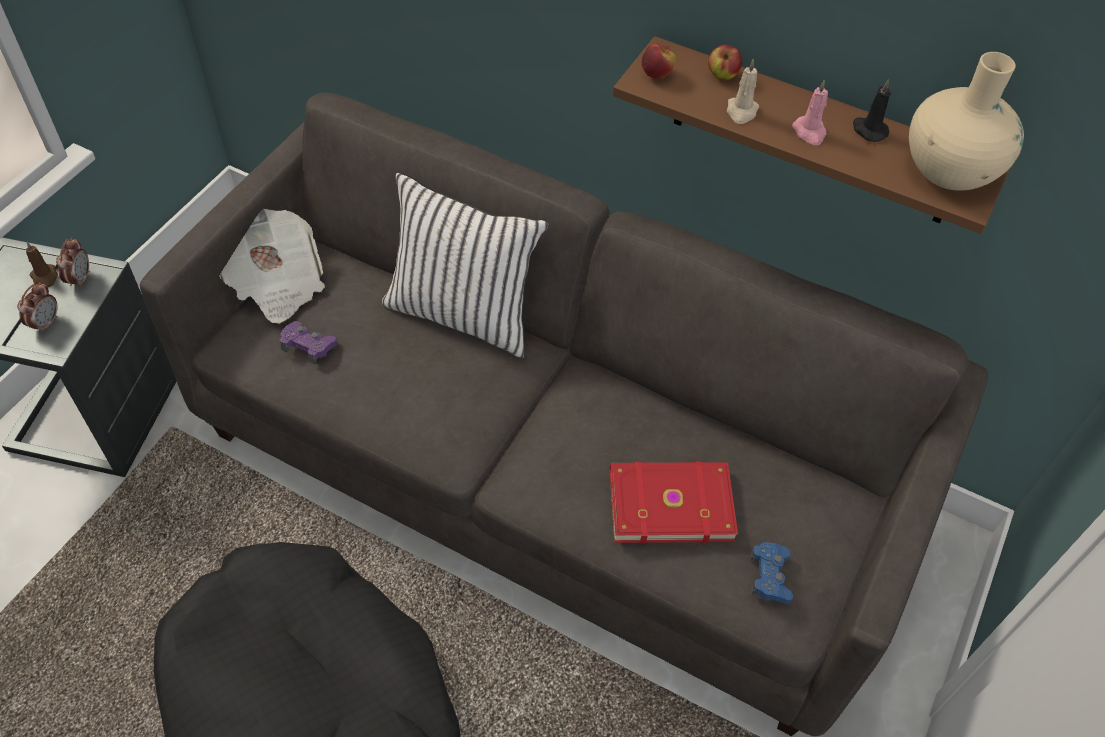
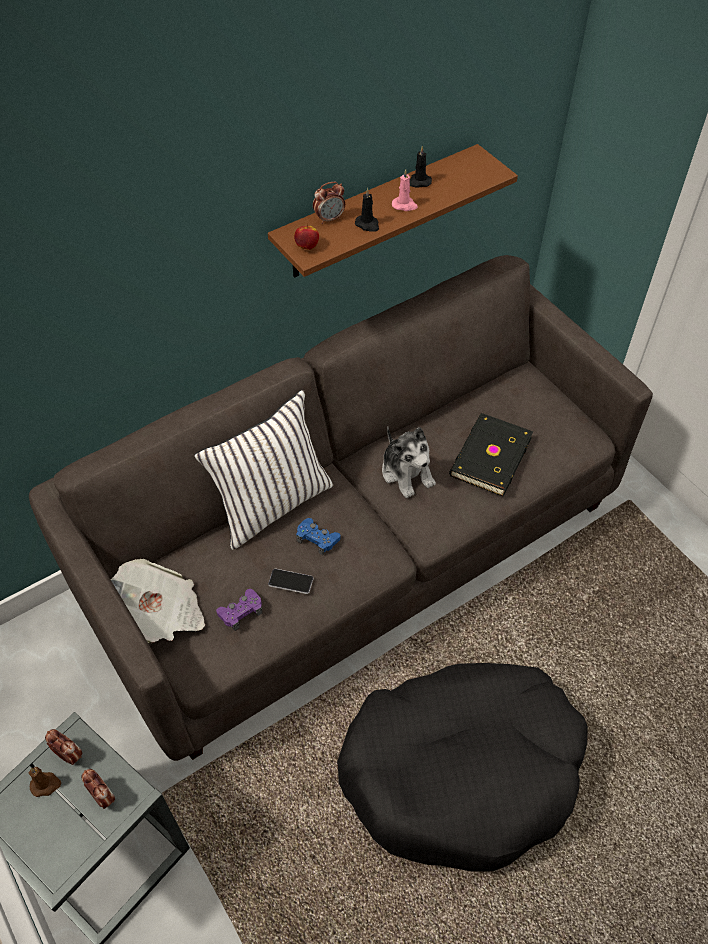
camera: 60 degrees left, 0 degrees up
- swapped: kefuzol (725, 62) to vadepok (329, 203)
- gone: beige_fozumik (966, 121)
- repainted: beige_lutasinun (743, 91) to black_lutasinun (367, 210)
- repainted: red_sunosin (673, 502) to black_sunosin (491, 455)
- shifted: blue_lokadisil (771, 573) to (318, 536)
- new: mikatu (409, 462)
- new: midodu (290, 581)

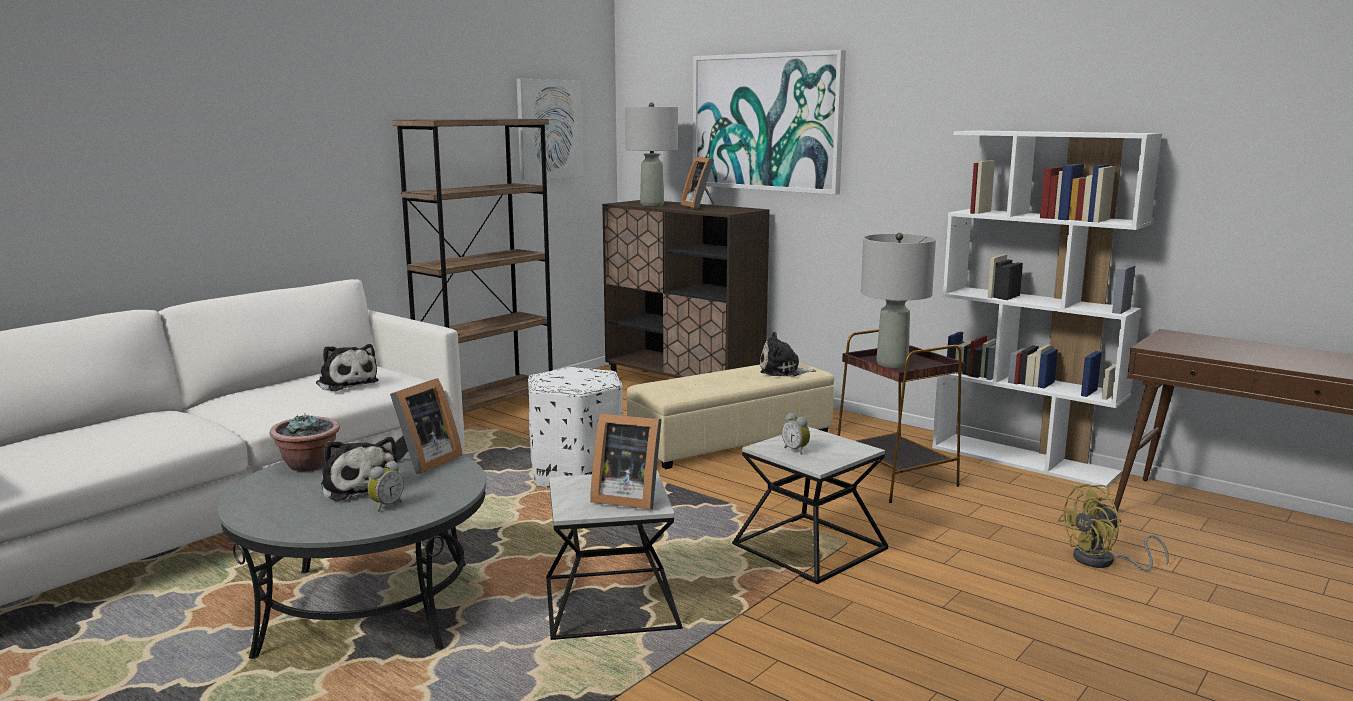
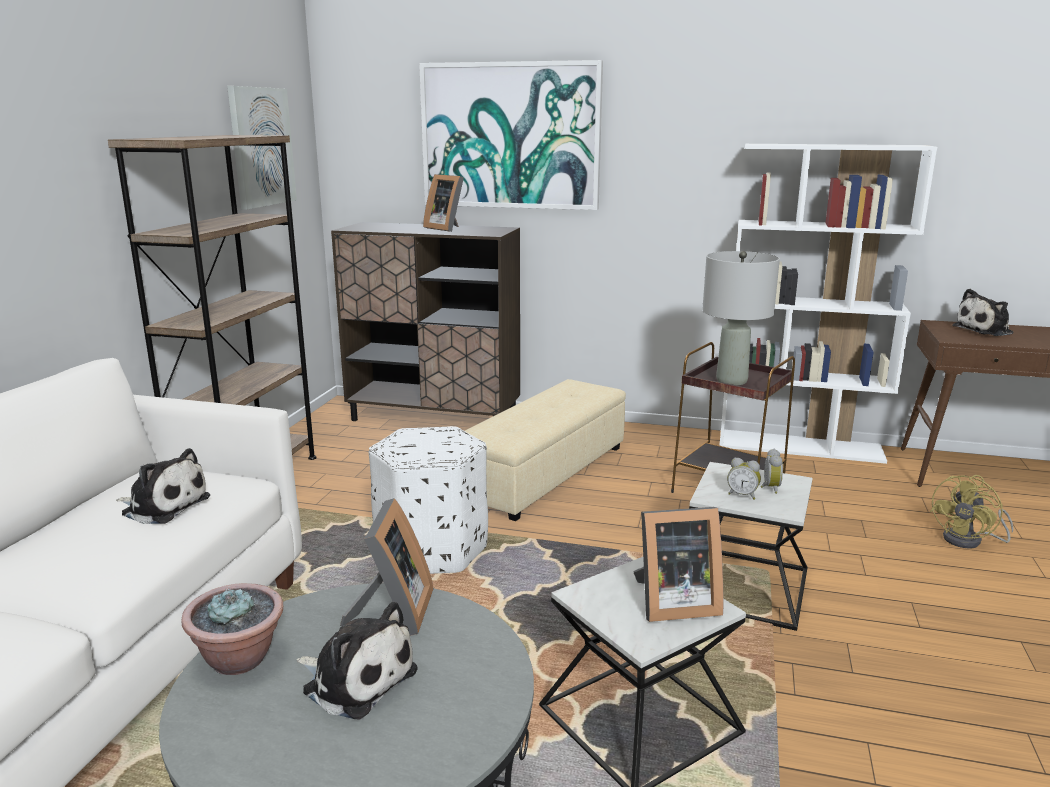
camera: 25 degrees left, 5 degrees up
- gone: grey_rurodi (651, 154)
- shifted: mikatu (788, 354) to (982, 312)
- shifted: vadepok (386, 486) to (772, 471)

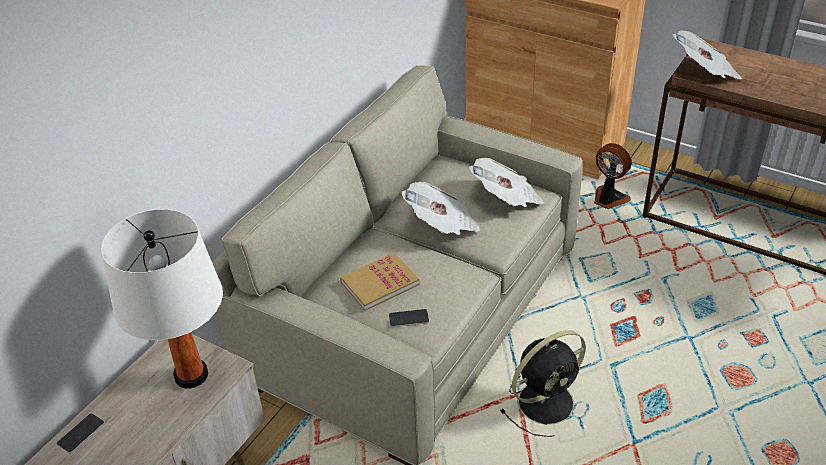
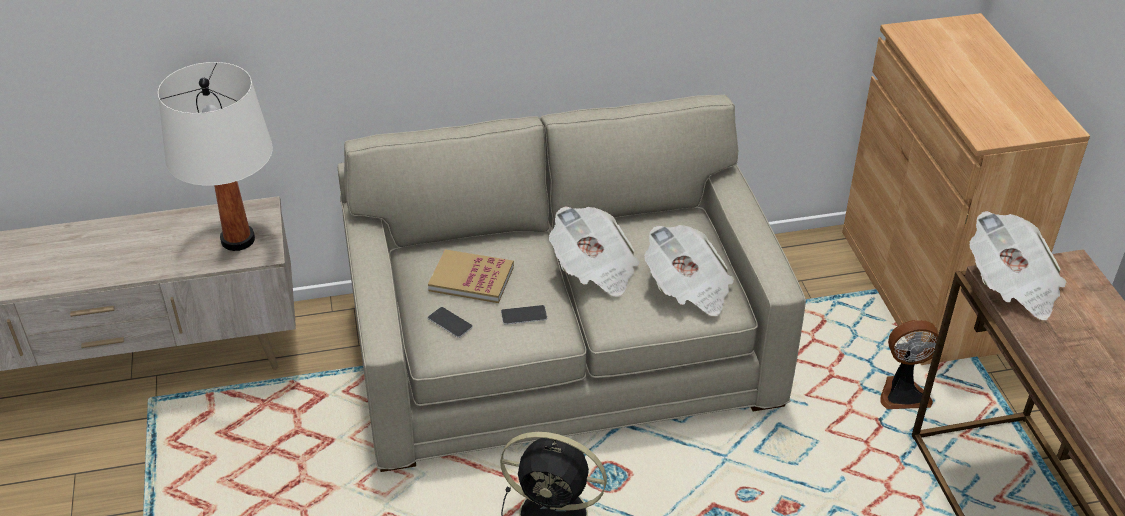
camera: 45 degrees right, 0 degrees up
- rotated: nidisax (613, 176) = (909, 364) 90 degrees clockwise
- shifted: midodu (80, 433) to (524, 315)

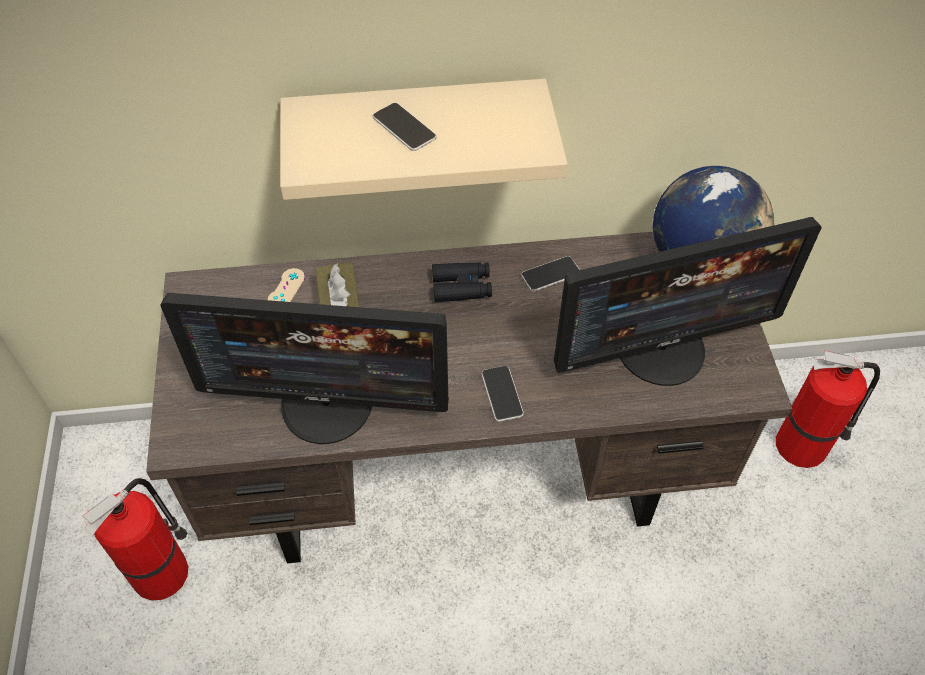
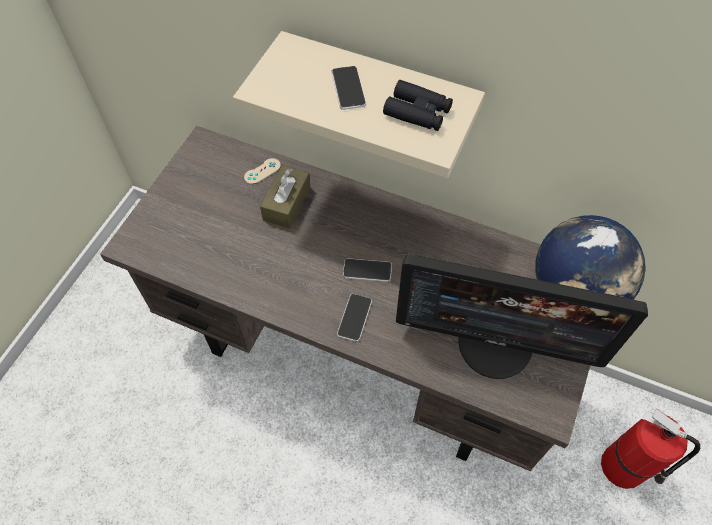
camera: 30 degrees right, 5 degrees up
- shifted: midodu (550, 274) to (367, 270)
- shifted: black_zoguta (462, 282) to (418, 105)
- gone: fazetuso (304, 368)
- gone: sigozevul (136, 539)

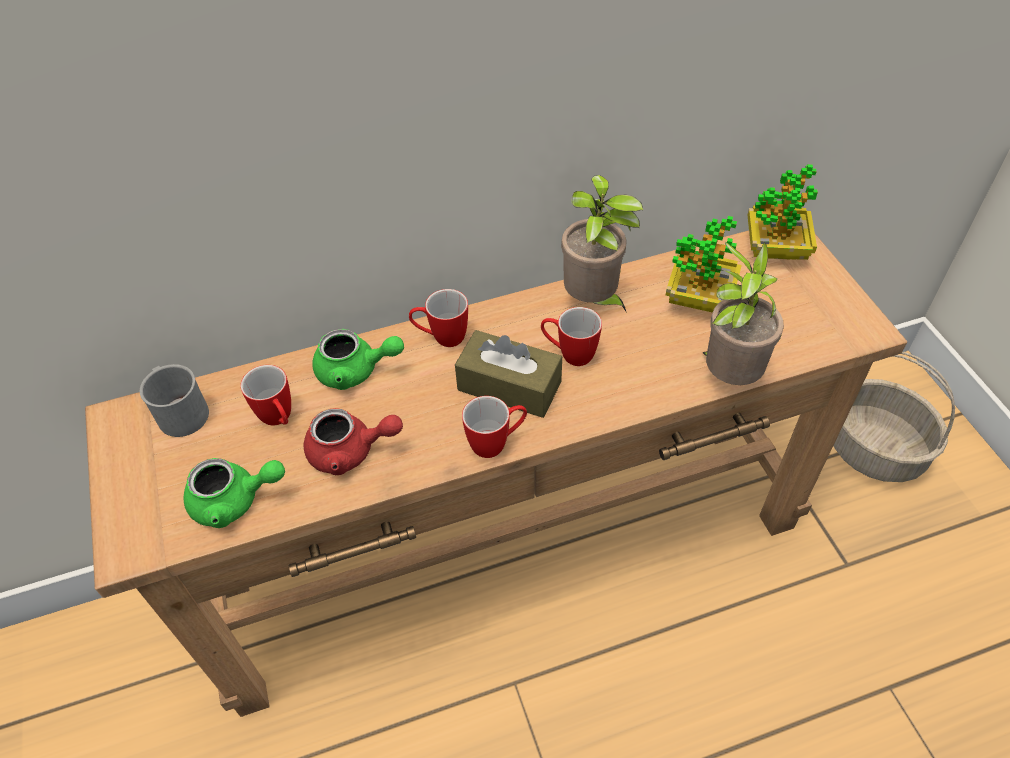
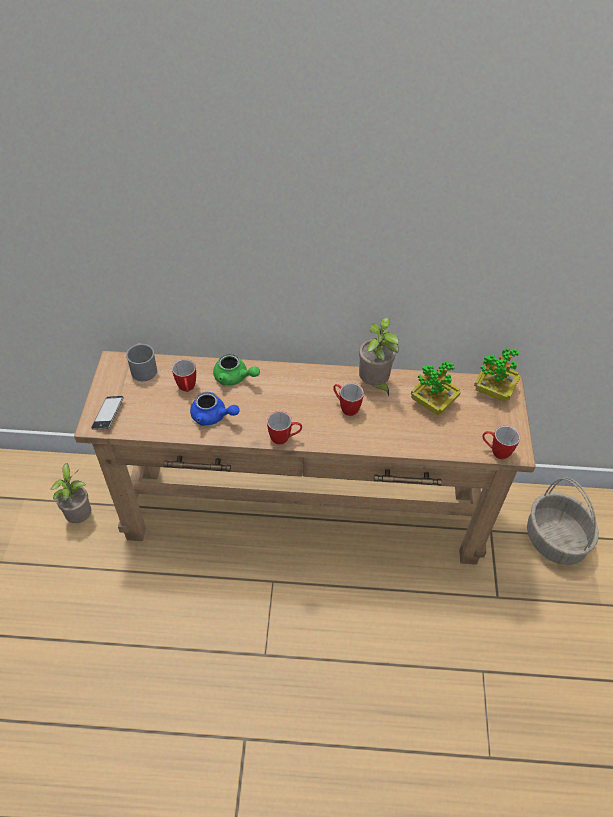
camera: 20 degrees right, 0 degrees up
- shifted: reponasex (743, 313) to (70, 493)
- shifted: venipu (438, 318) to (501, 442)
- gone: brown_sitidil (508, 374)
- repainted: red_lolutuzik (353, 441) to blue_lolutuzik (215, 409)
- gone: green_lolutuzik (234, 493)
- new: midodu (107, 413)

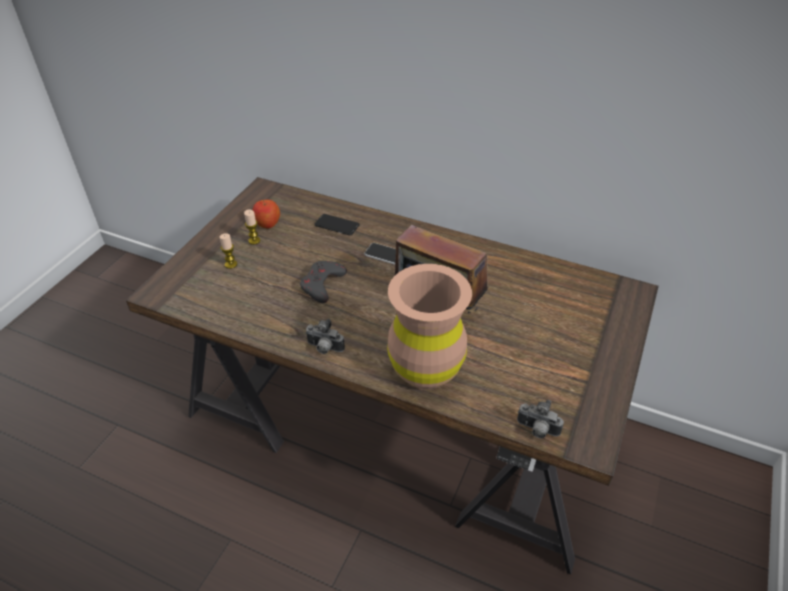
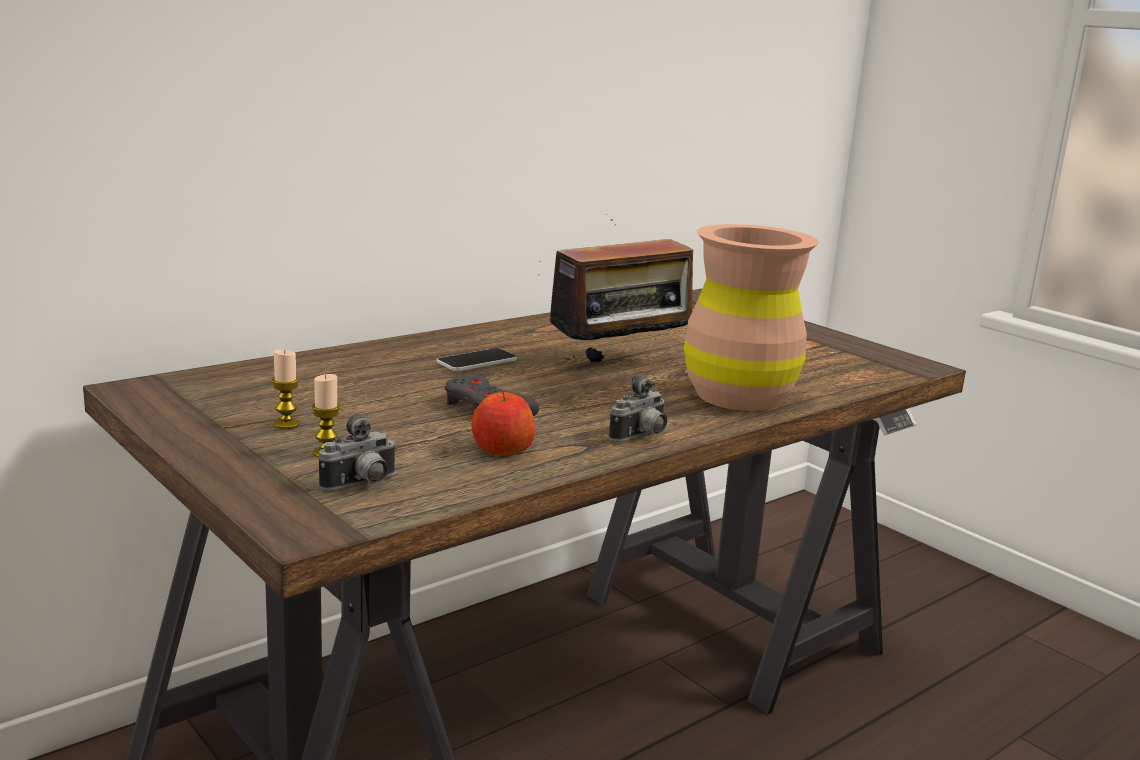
camera: 65 degrees left, 25 degrees down
- shifted: kefuzol (266, 214) to (503, 422)
- gone: midodu (337, 224)
- shifted: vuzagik (540, 419) to (358, 452)

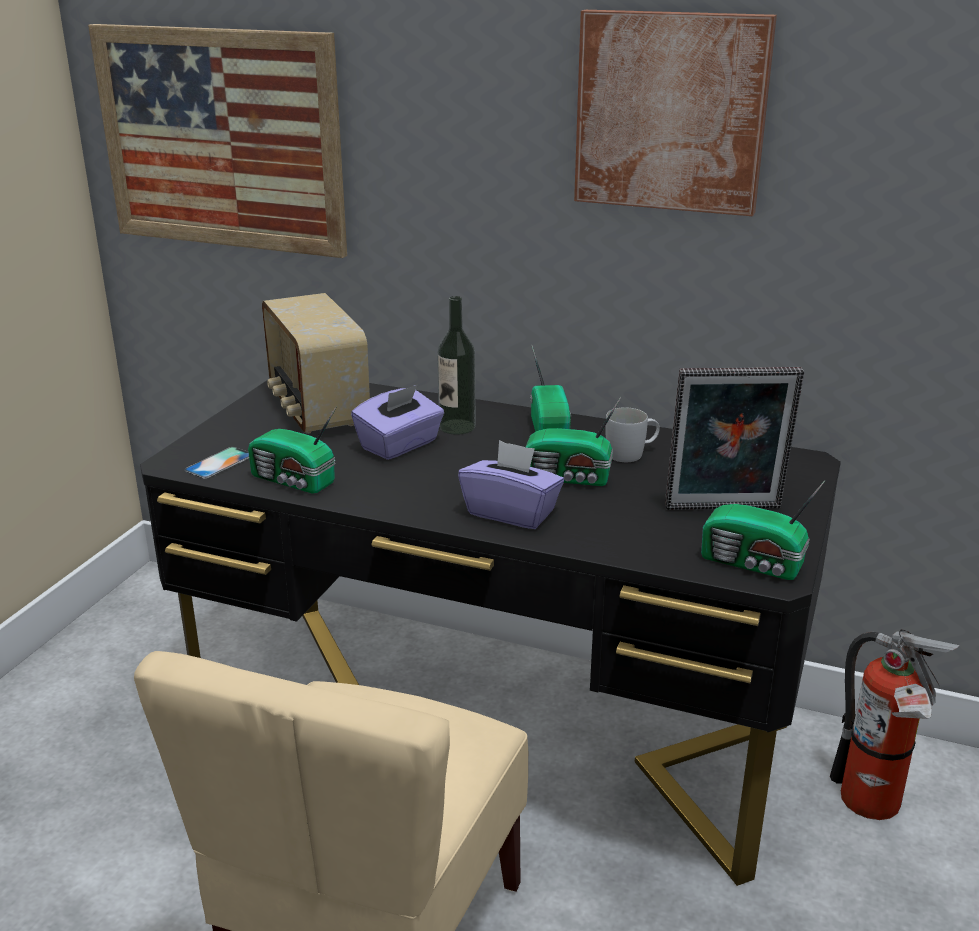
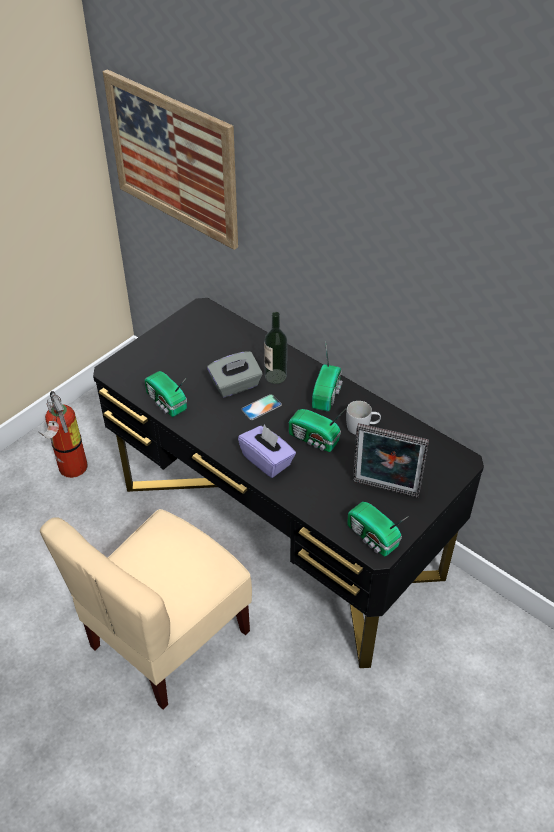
camera: 20 degrees right, 20 degrees up
- gone: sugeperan (675, 113)
- gone: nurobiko (316, 363)
- repainted: purple_sitidil (397, 422) to grey_sitidil (235, 374)
- shifted: midodu (216, 463) to (261, 407)
- shifted: sigozevul (894, 724) to (63, 434)

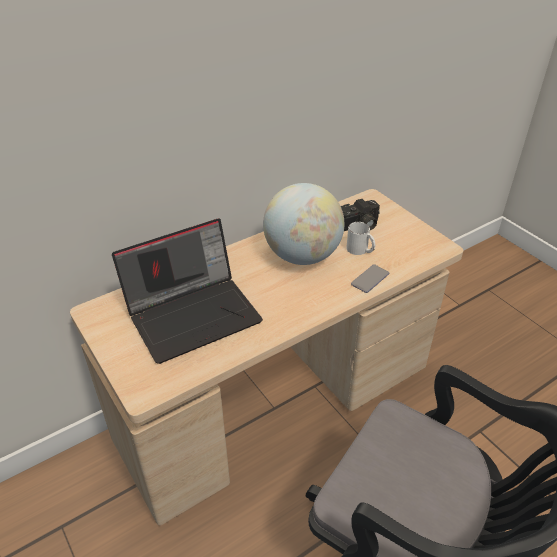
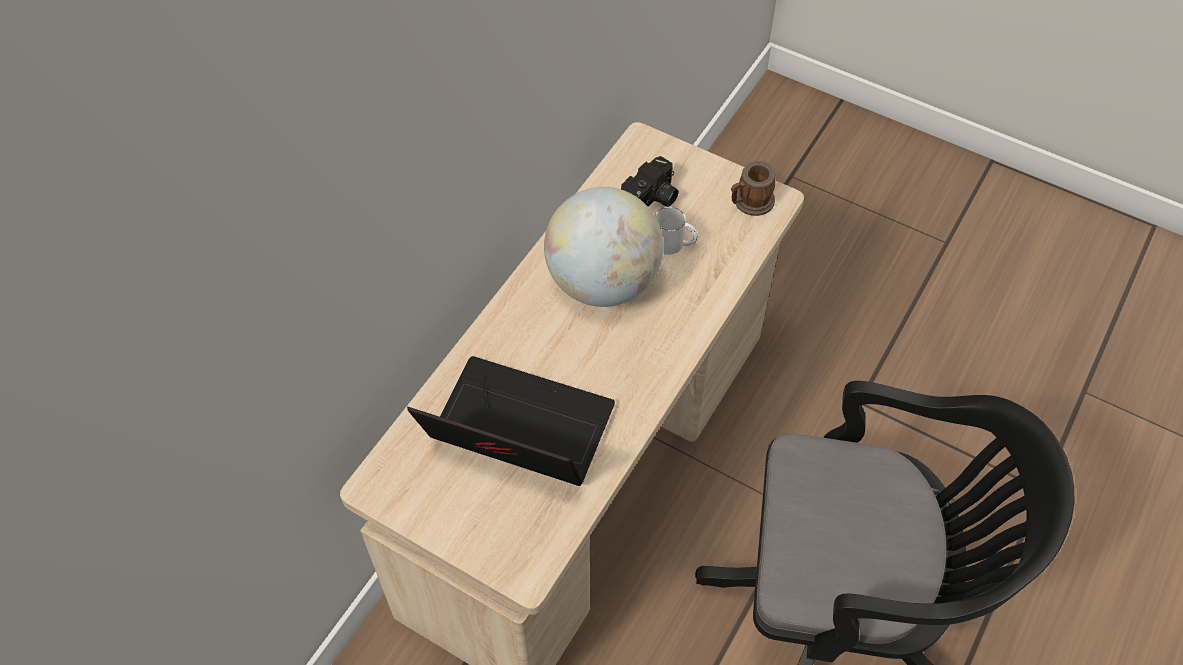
camera: 25 degrees left, 15 degrees up
- rotated: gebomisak (187, 291) = (511, 421) 105 degrees counterclockwise
- gone: midodu (370, 278)
- new: venipu (753, 188)

